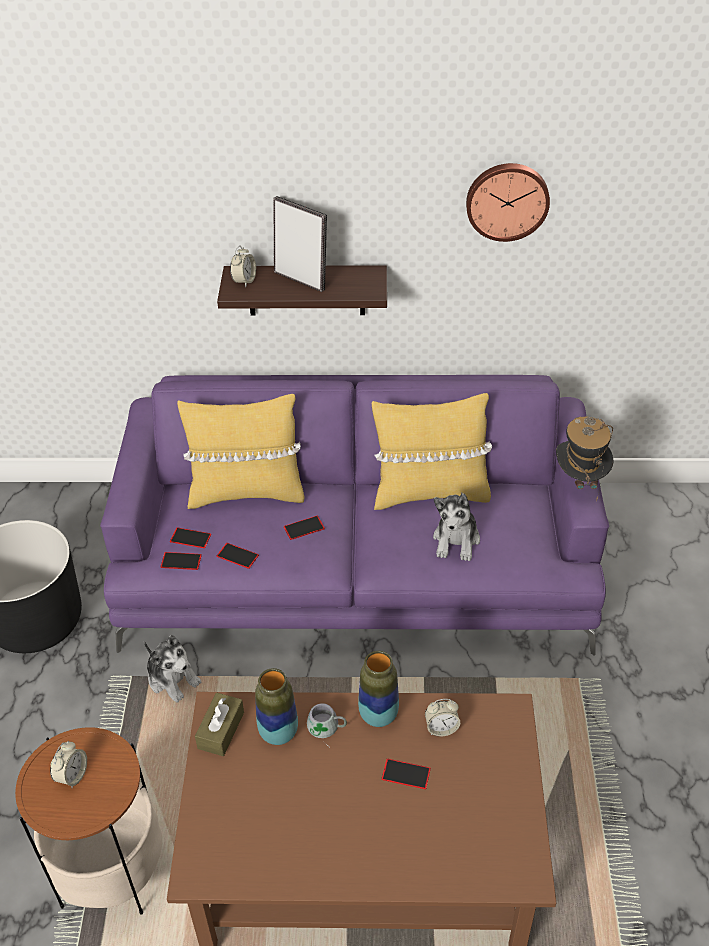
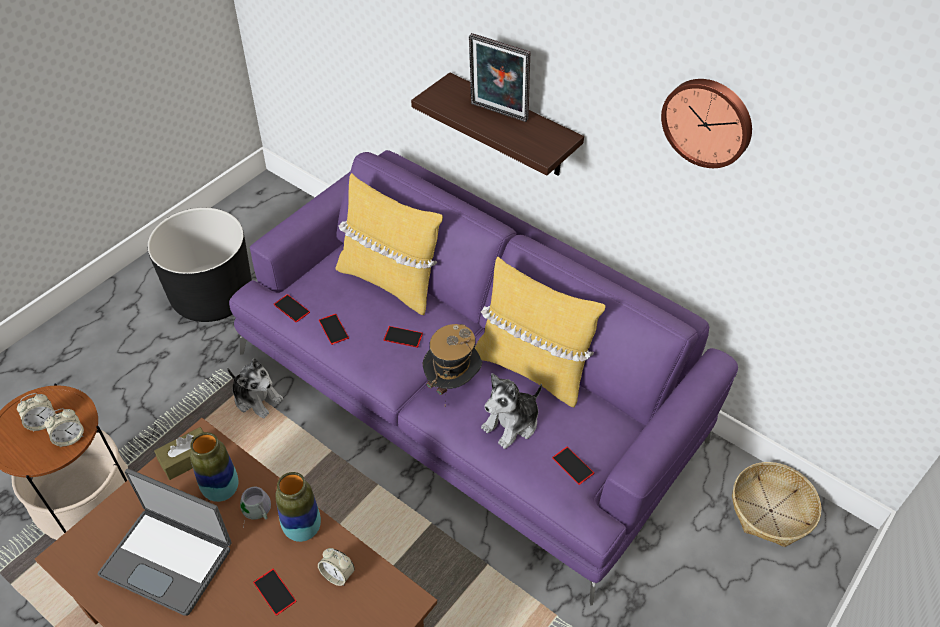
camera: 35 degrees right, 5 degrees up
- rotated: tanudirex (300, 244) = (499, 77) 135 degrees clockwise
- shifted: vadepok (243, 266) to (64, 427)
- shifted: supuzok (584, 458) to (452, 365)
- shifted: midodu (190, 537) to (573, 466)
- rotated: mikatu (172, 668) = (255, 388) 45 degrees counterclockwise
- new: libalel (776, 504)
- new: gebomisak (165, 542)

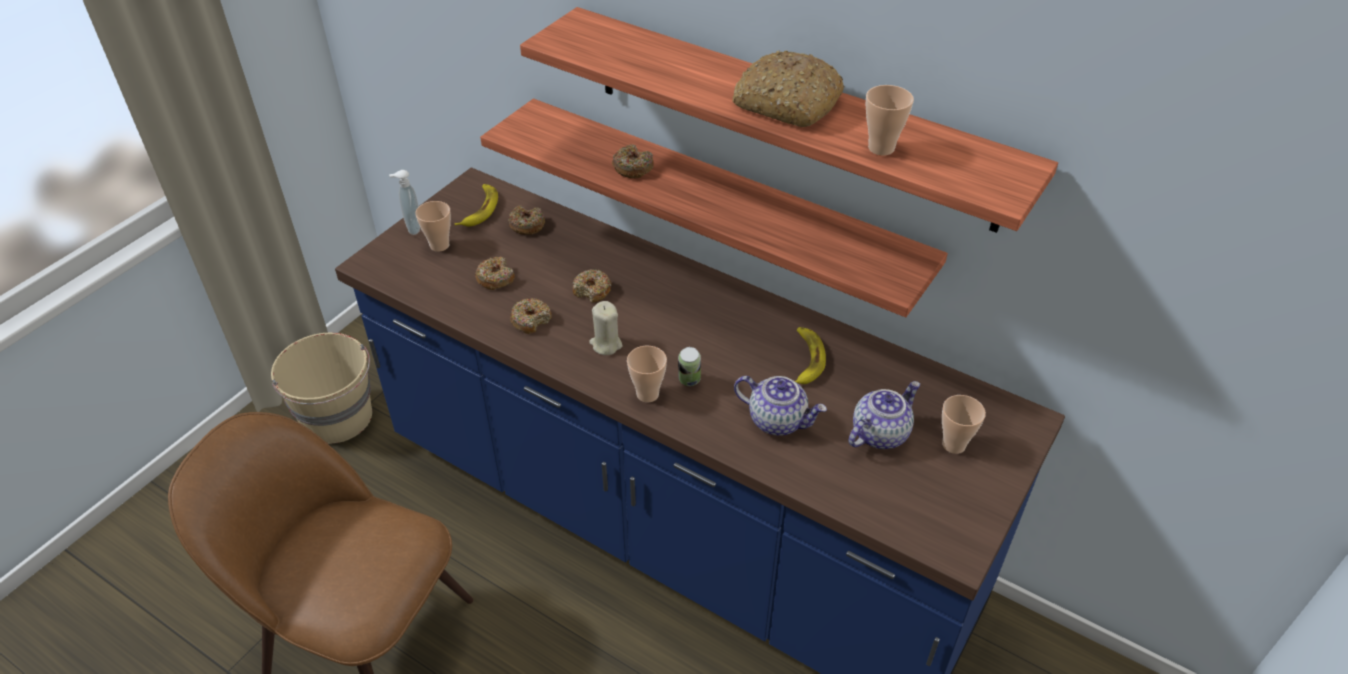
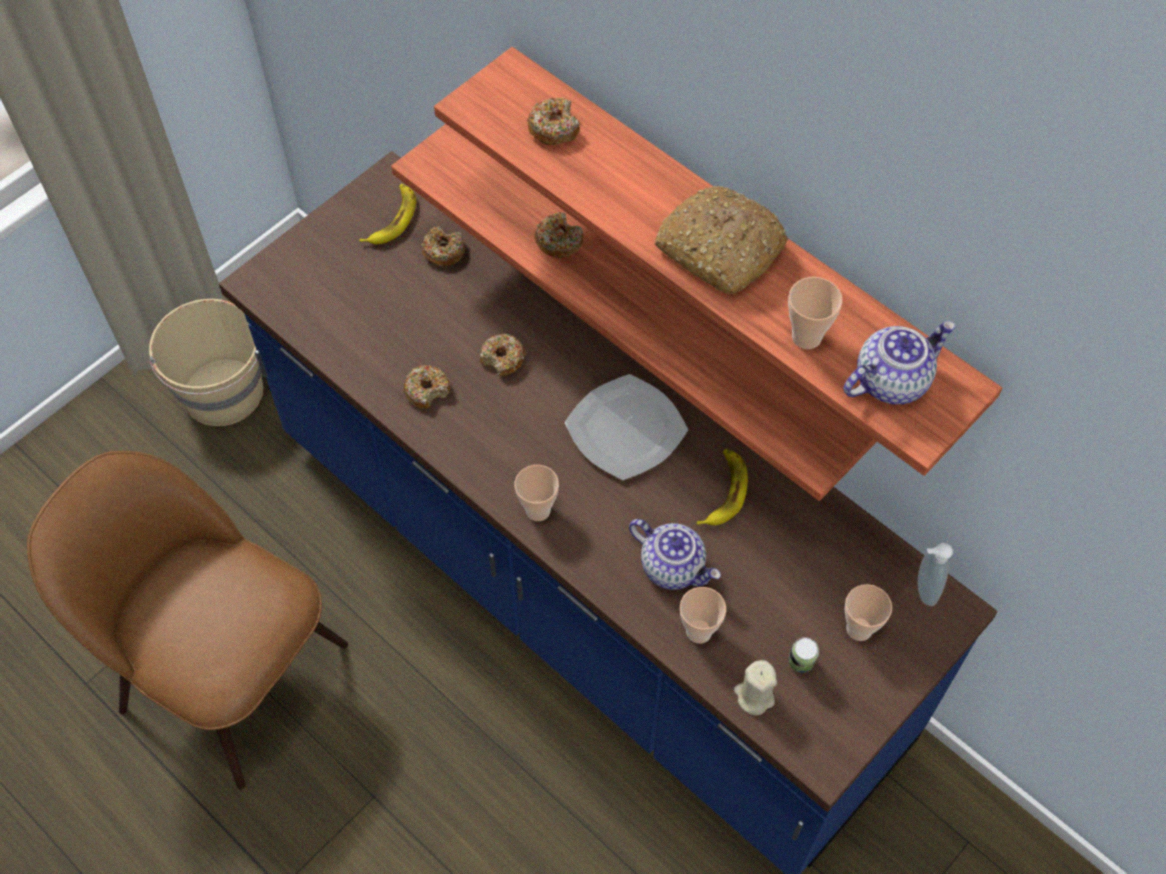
camera: 10 degrees right, 15 degrees up
- shifted: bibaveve (404, 202) to (935, 574)
- shifted: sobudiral (433, 226) to (703, 615)
- shifted: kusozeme (495, 273) to (553, 121)
- shifted: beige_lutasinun (605, 328) to (755, 687)
- shifted: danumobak (689, 366) to (803, 655)
- shifted: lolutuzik (884, 415) to (899, 363)
- new: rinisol (626, 427)

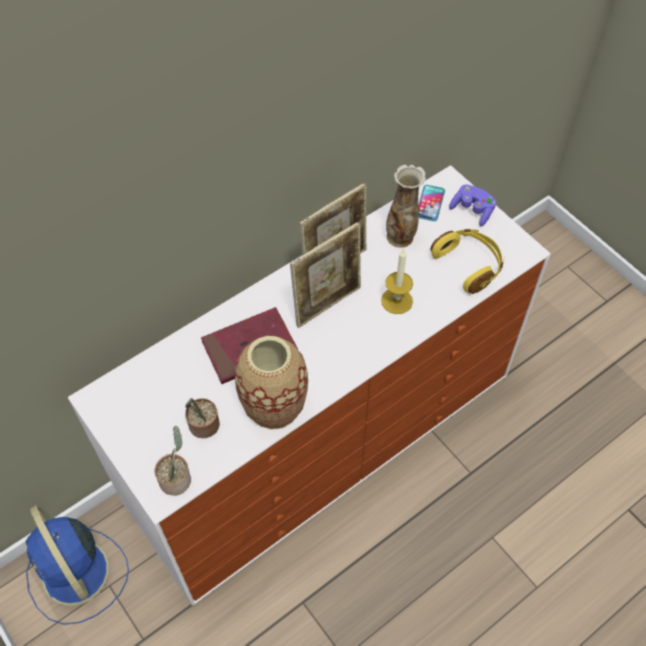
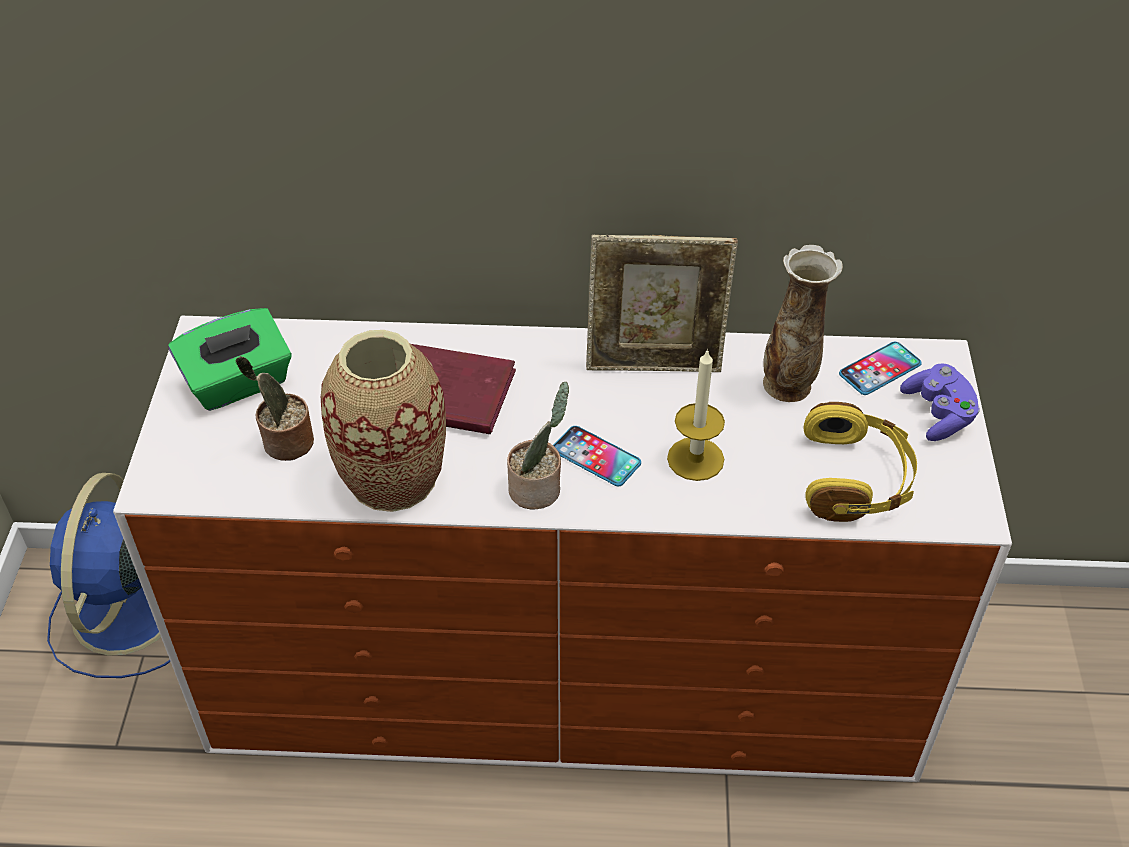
camera: 40 degrees right, 10 degrees down
- gone: tanudirex (325, 275)
- shifted: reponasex (173, 461) to (538, 446)
- new: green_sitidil (230, 359)
- new: midodu (597, 456)

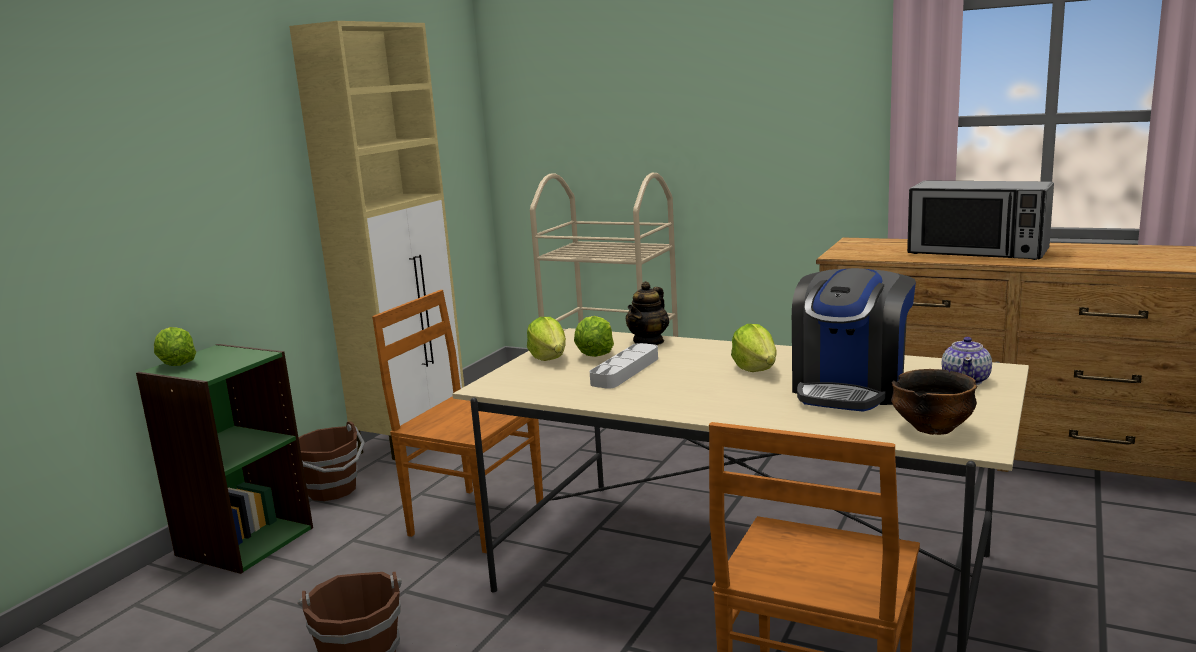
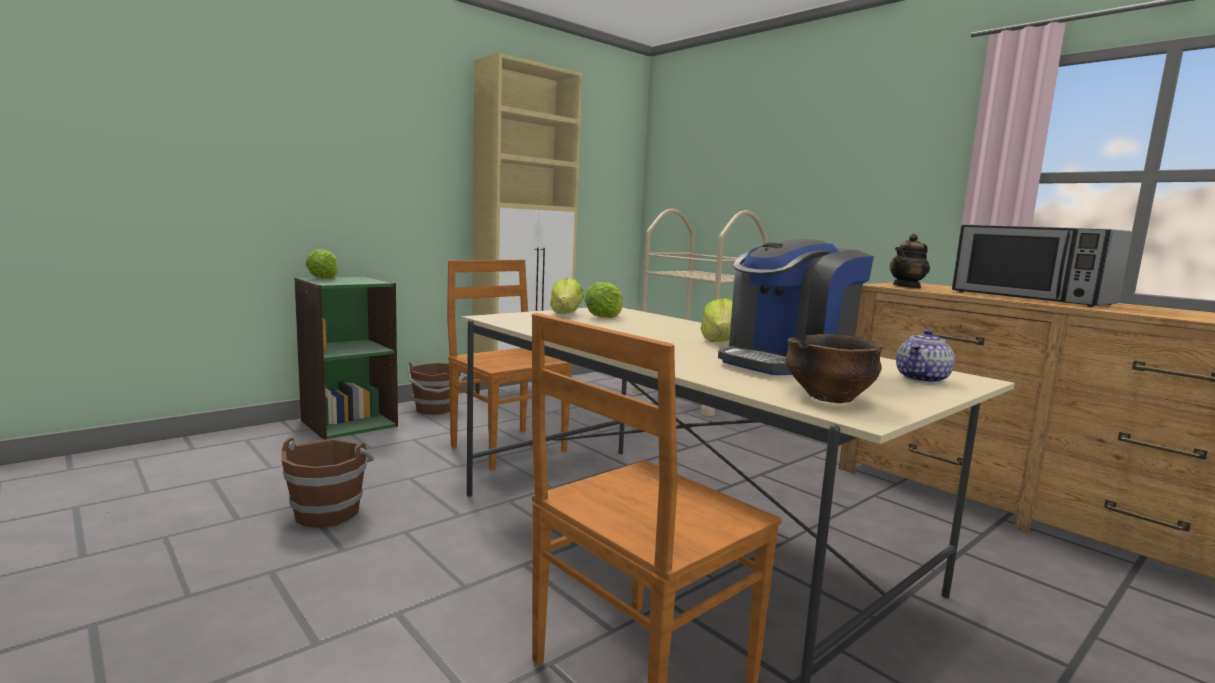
camera: 20 degrees right, 5 degrees down
- shifted: lolutuzik (647, 313) to (909, 261)
- gone: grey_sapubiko (624, 366)

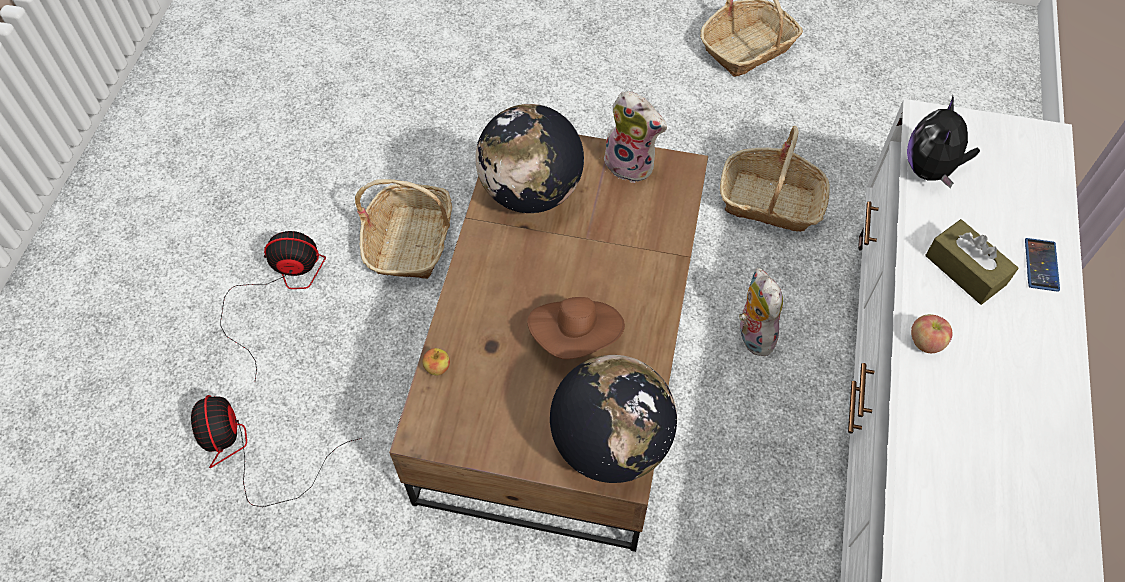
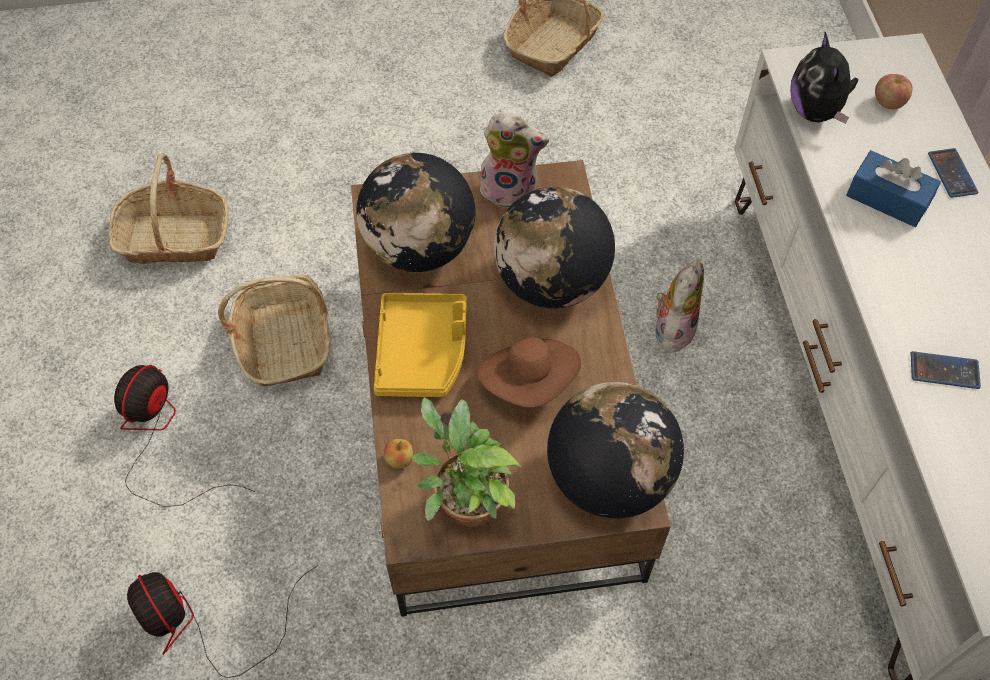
camera: 20 degrees left, 0 degrees up
- shifted: libalel (775, 179) to (168, 208)
- repainted: brown_sitidil (972, 262) to blue_sitidil (893, 188)
- rotated: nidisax (273, 305) = (184, 436) 45 degrees counterclockwise
- rotated: mikatu (761, 311) = (680, 306) 60 degrees clockwise
- shifted: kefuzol (932, 333) to (893, 91)
- new: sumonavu (554, 247)
- new: yellow_sapubiko (420, 345)
- new: midodu (945, 370)
- new: reponasex (466, 462)

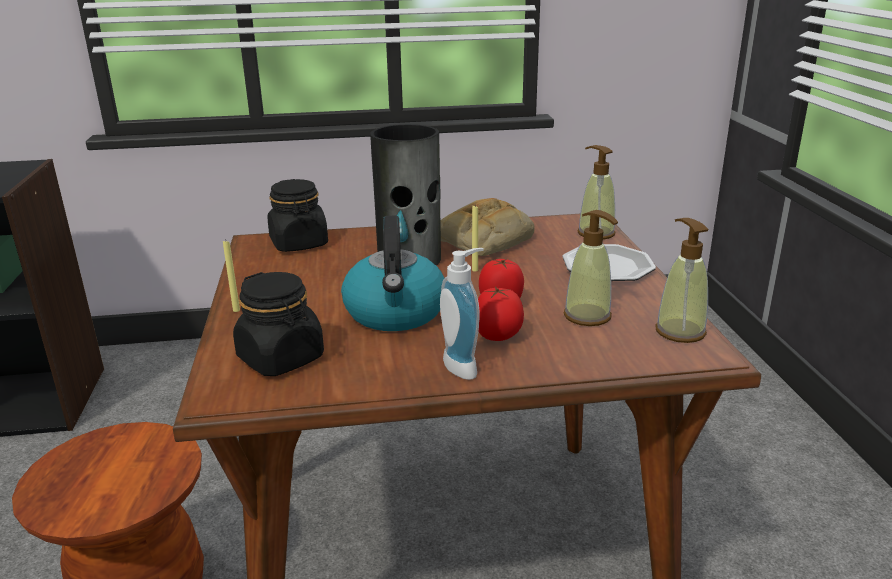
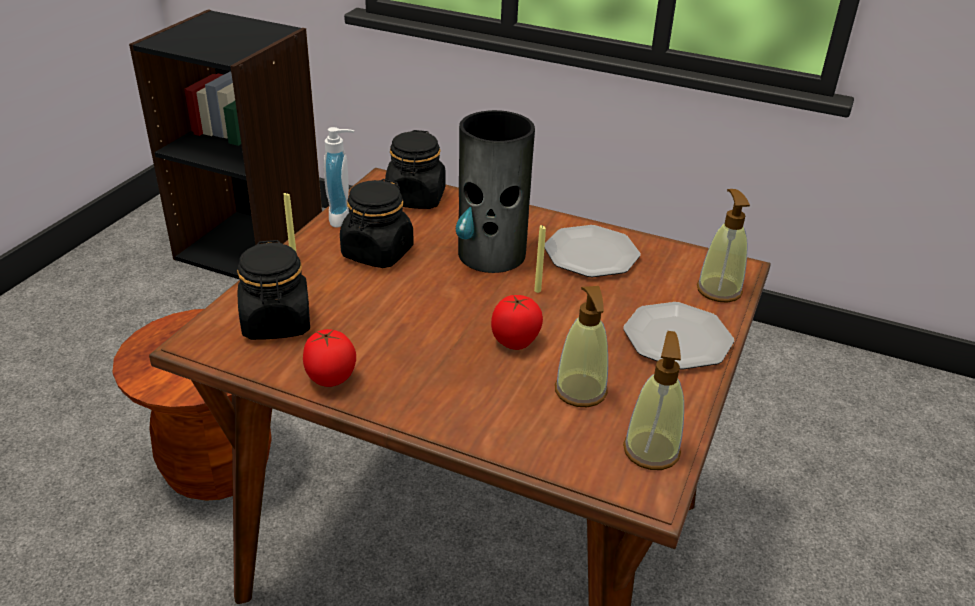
camera: 30 degrees right, 10 degrees up
- swapped: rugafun (487, 227) to rinisol (592, 251)
- gone: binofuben (392, 273)
- shifted: bibaveve (462, 314) to (339, 177)
- shifted: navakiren (501, 313) to (329, 358)
- new: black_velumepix (377, 223)

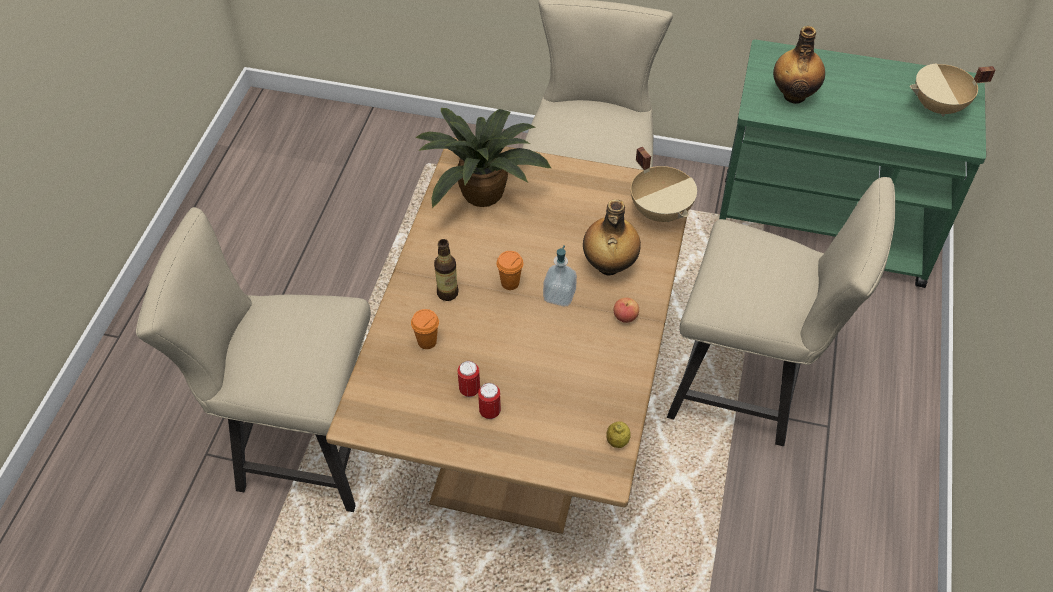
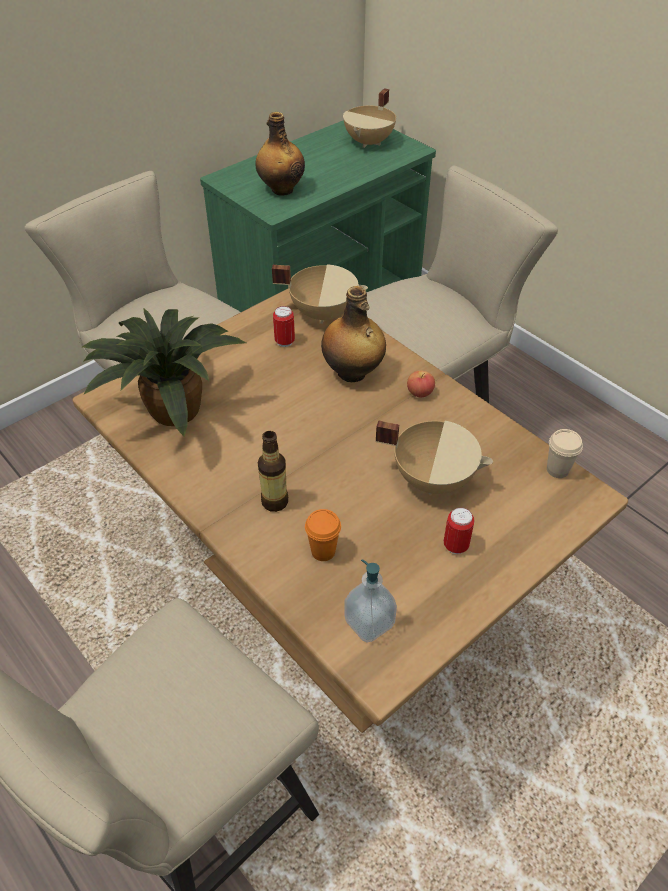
camera: 55 degrees left, 5 degrees down
- shifted: bibaveve (560, 276) to (371, 600)
- gone: orange_sobudiral (509, 270)
- shifted: danumobak (468, 379) to (284, 326)
- swapped: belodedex (618, 434) to beige_sobudiral (565, 453)
- new: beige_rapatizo (434, 457)

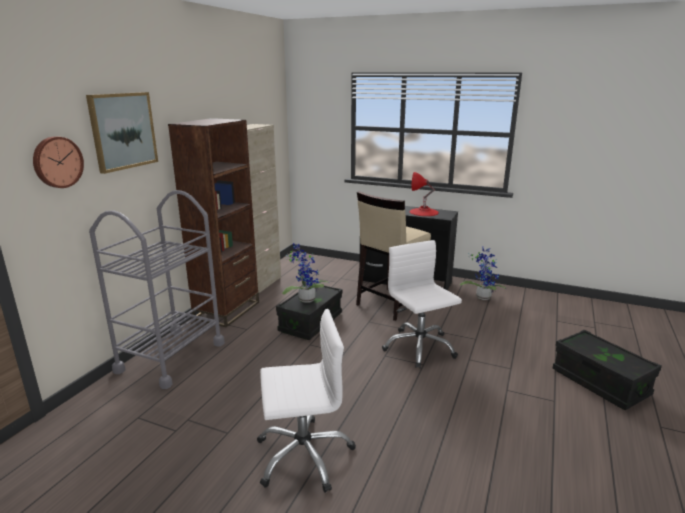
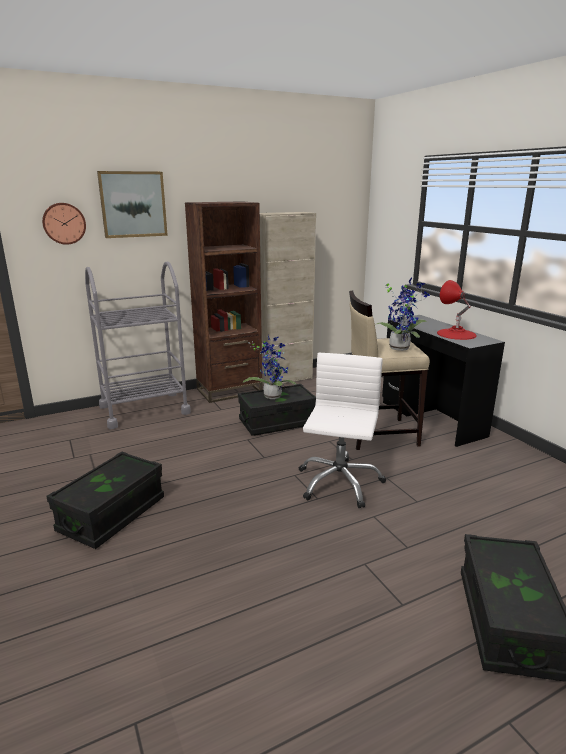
camera: 40 degrees right, 0 degrees up
- shifted: reponasex (483, 273) to (402, 314)
- swapped: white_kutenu (306, 401) to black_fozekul (105, 500)

